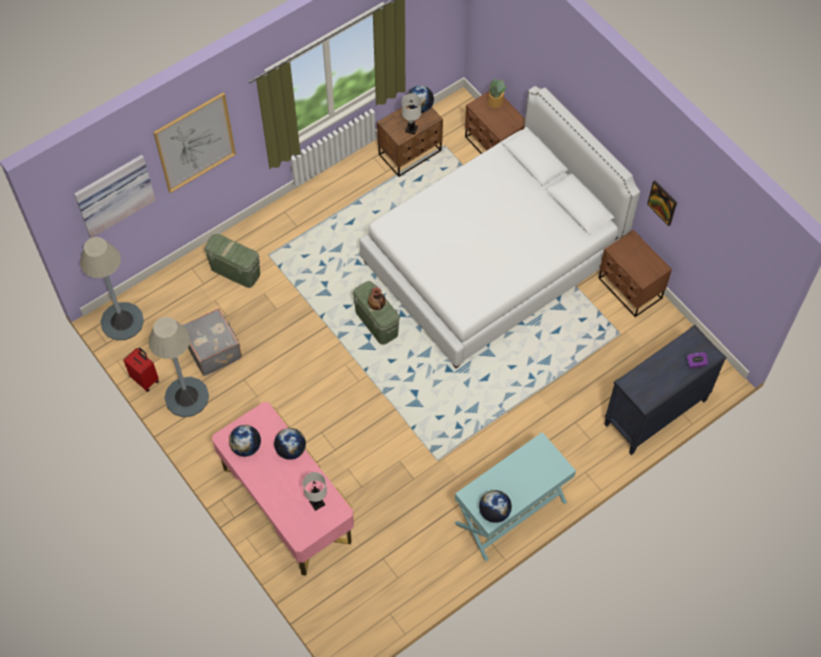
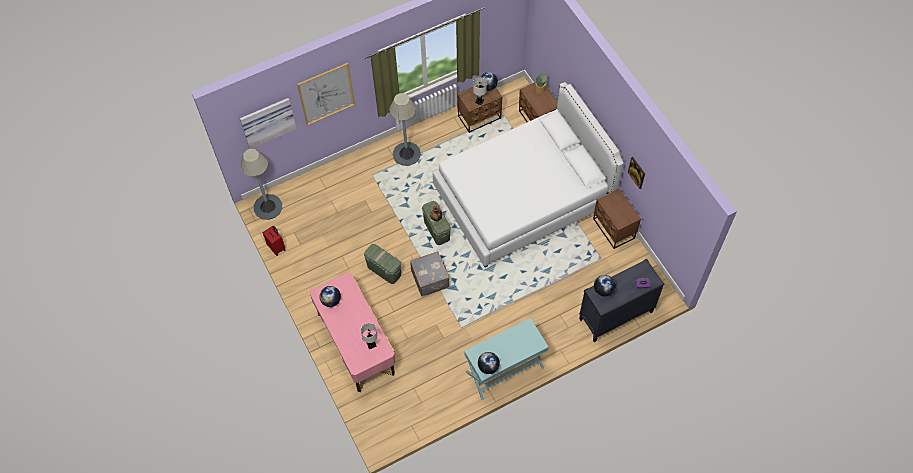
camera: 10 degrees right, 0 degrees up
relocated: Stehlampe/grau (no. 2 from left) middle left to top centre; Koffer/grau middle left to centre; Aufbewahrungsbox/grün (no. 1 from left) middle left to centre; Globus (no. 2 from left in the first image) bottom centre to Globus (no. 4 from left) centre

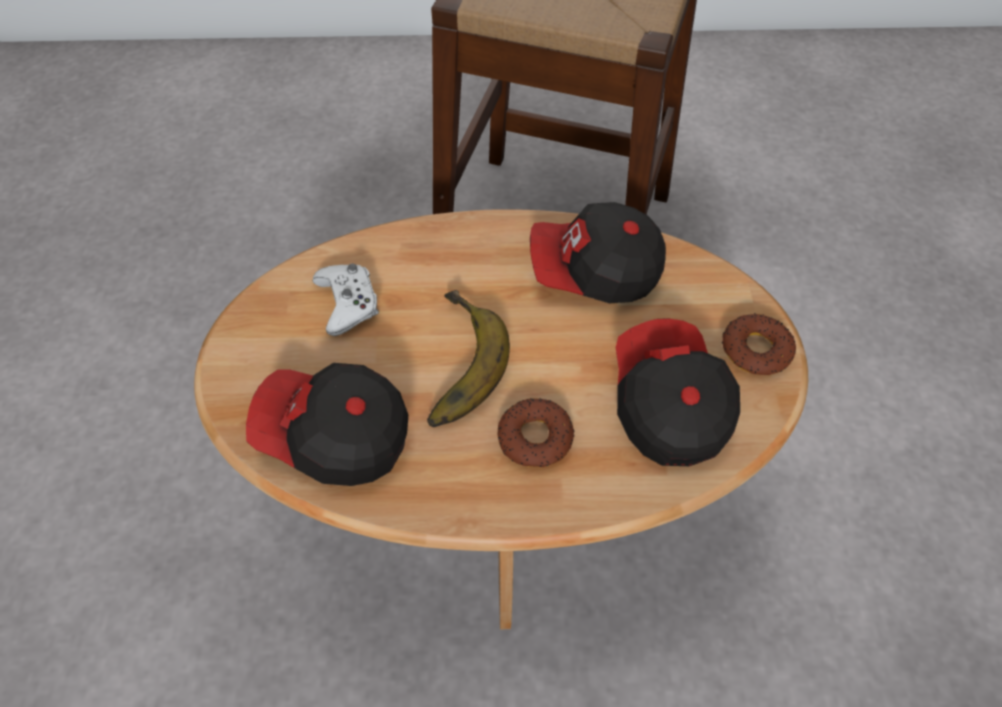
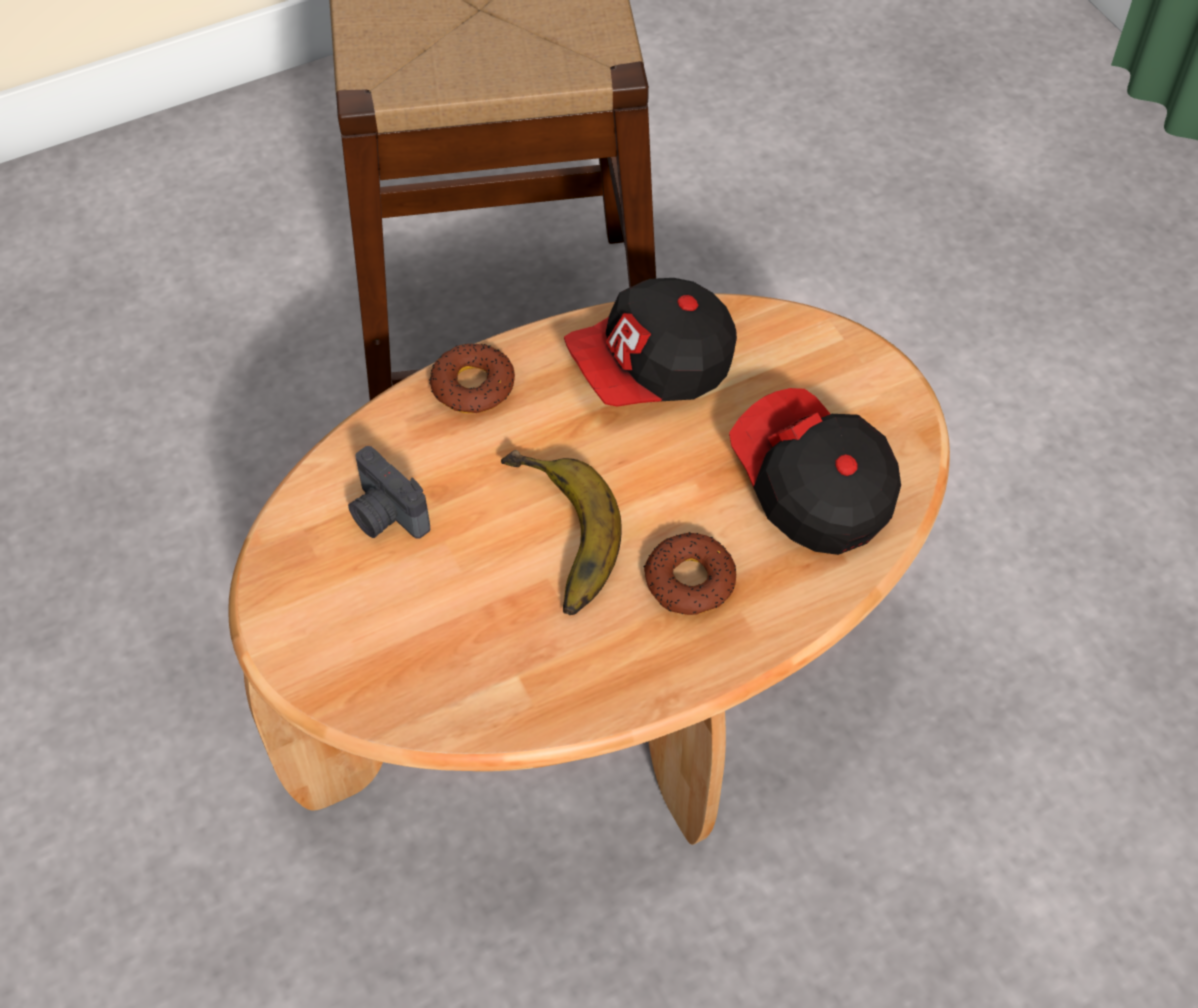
camera: 25 degrees left, 0 degrees up
missing: Kappe (no. 1 from left) middle left
relocated: Donut (no. 2 from left in the first image) middle right to Donut (no. 1 from left) centre
exchanged: Gamepad/weiß centre to Kamera middle left

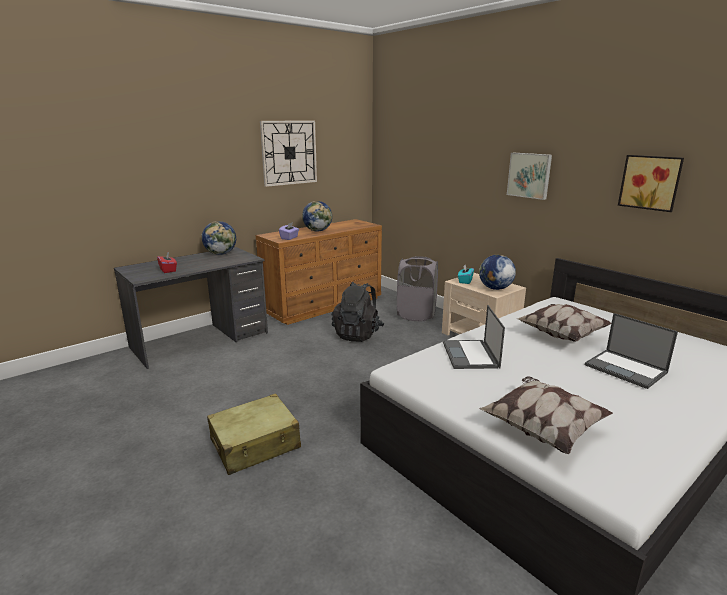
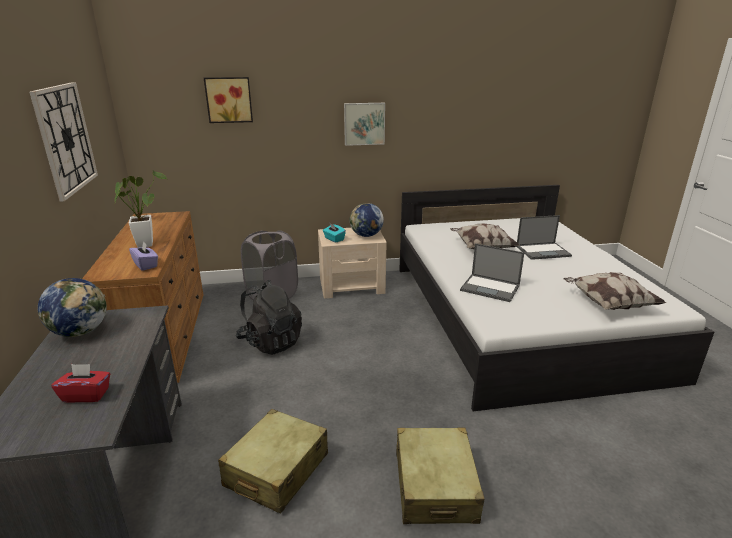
camera: 60 degrees left, 5 degrees up
appeared: Koffer/beige (no. 1 from left) bottom centre
relocated: Bild (no. 2 from left in the first image) top right to Bild (no. 1 from left) top left
exchanged: Globus (no. 2 from left) centre to Topfpflanze middle left

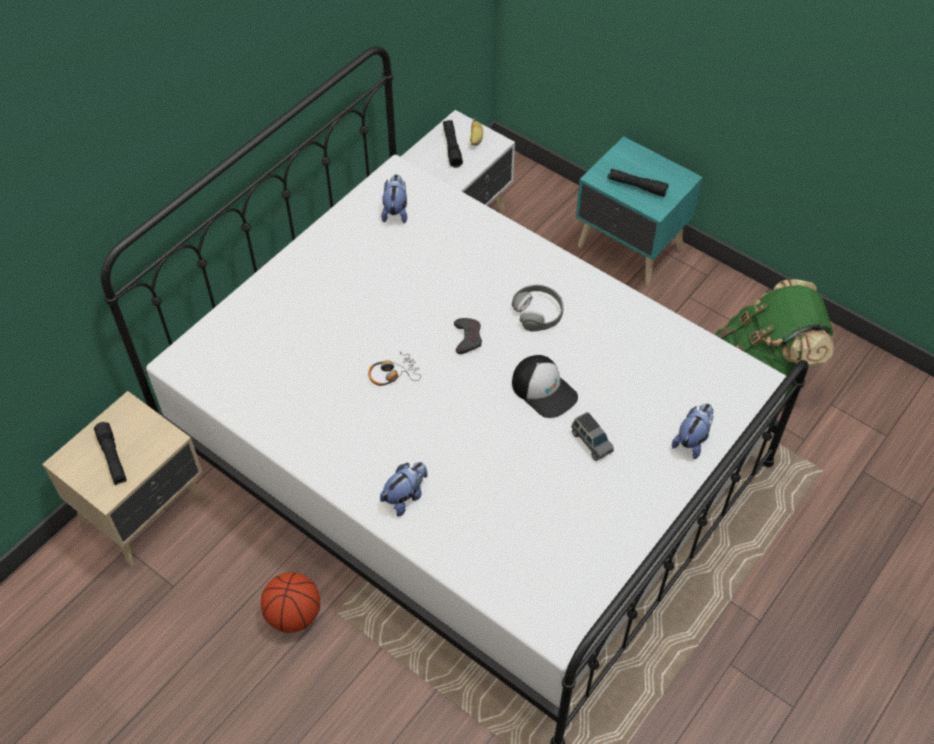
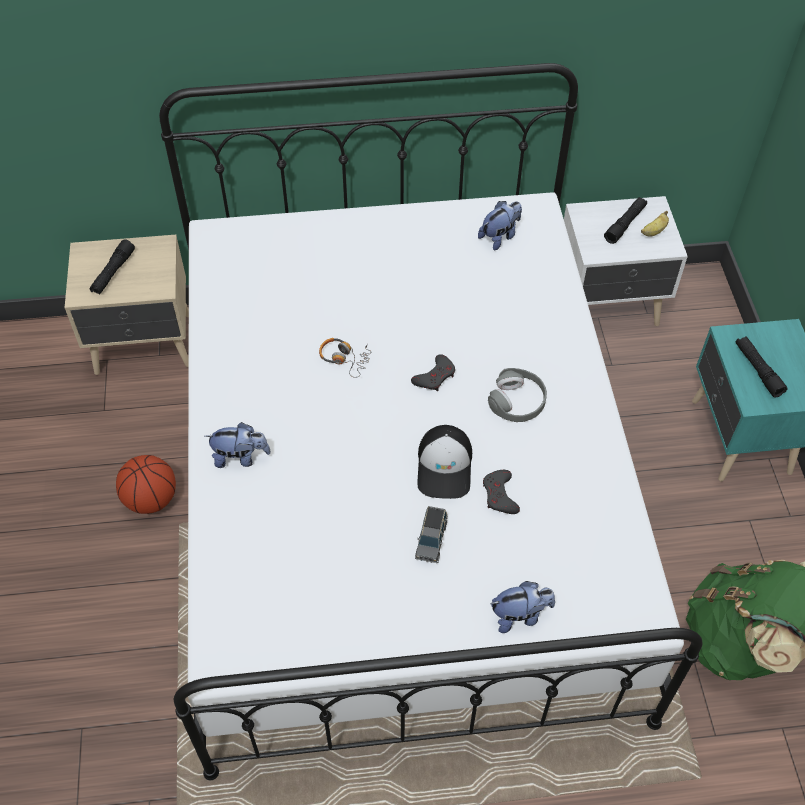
camera: 45 degrees right, 0 degrees up
appeared: Gamepad/grau (no. 2 from left) centre

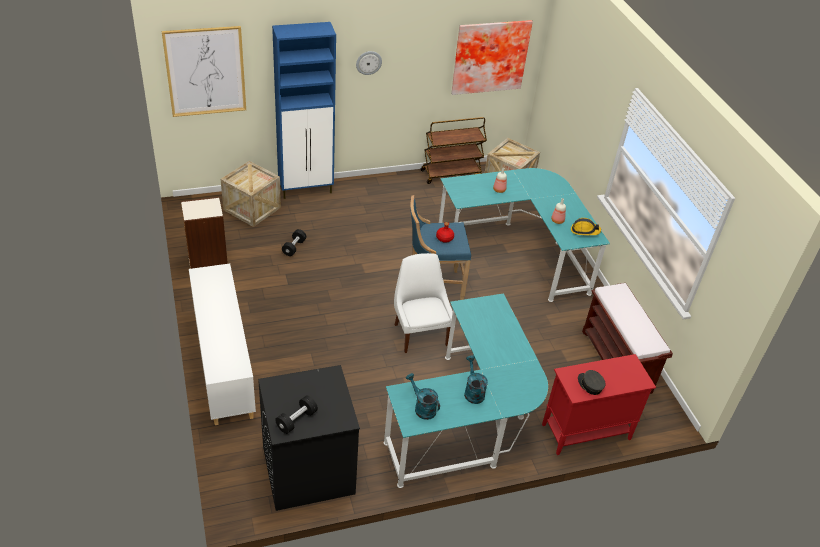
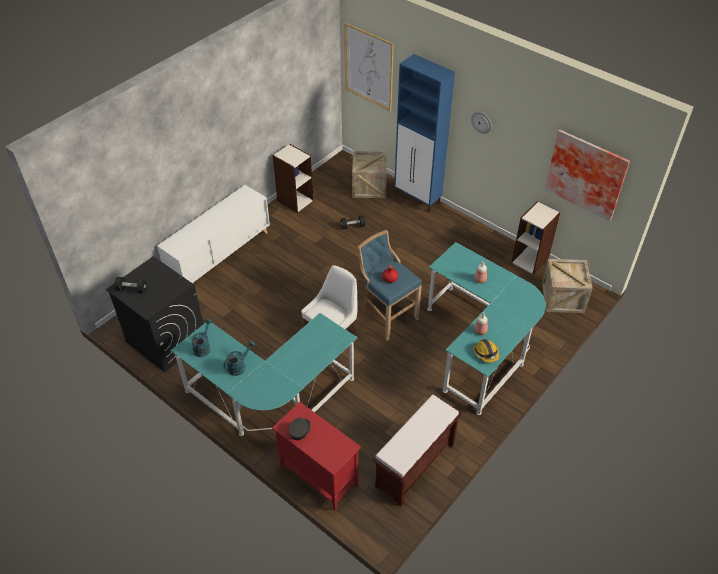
camera: 60 degrees right, 5 degrees up
exchanged: Rollwagen/braun top centre to Bücherregal (no. 2 from left) middle right

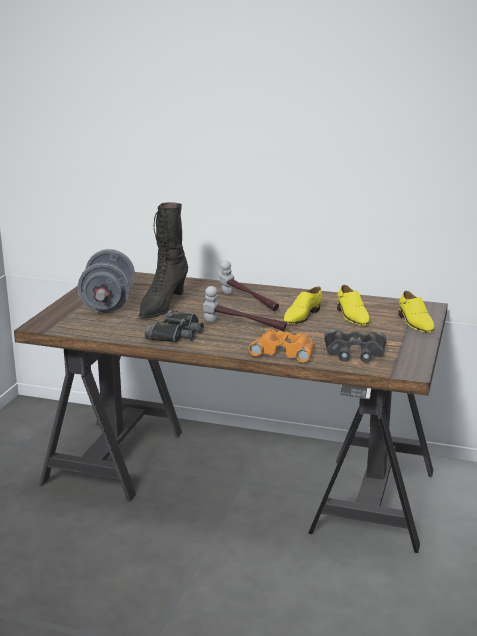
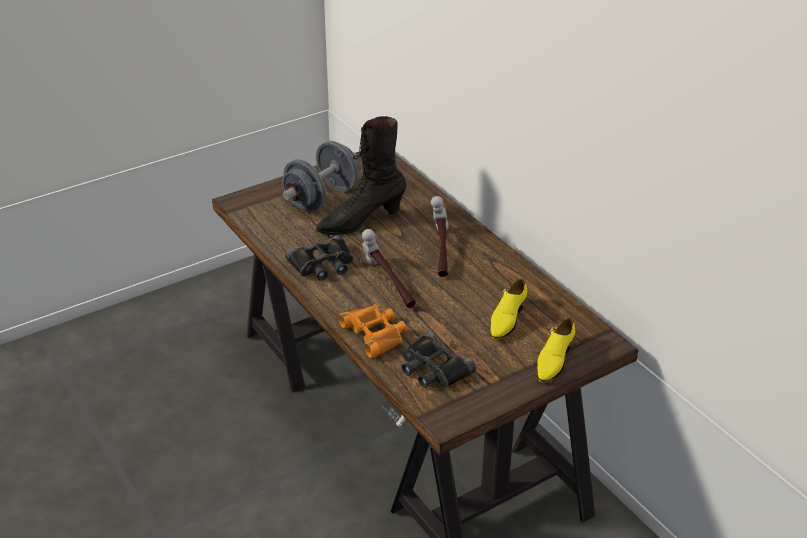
camera: 40 degrees right, 15 degrees up
missing: Schuh/gelb (no. 1 from left) centre

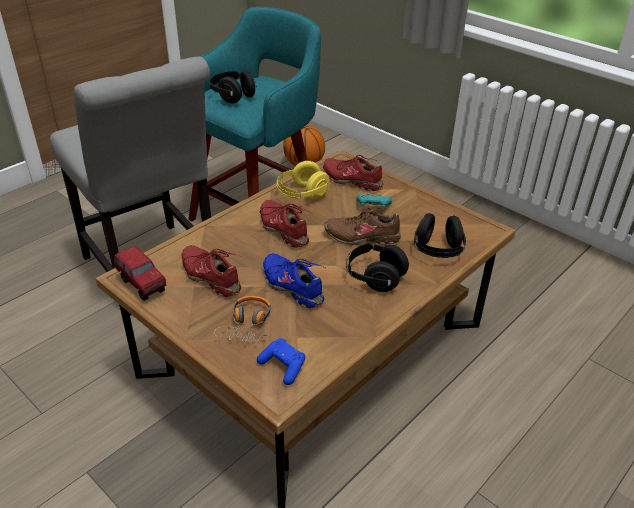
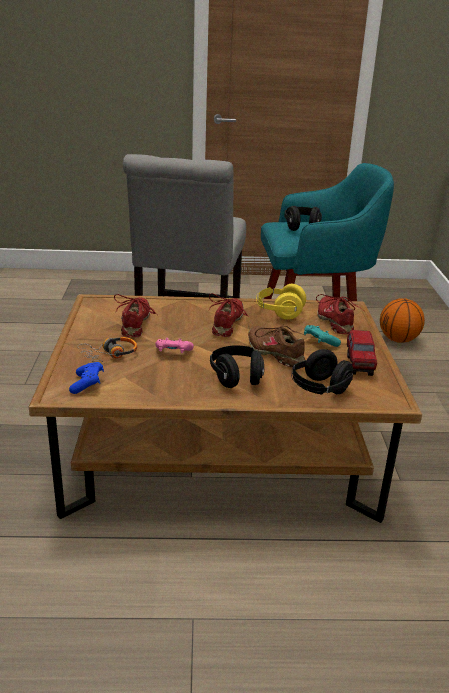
camera: 45 degrees right, 10 degrees down
relocated: Spielzeuglaster middle left to middle right
exchanged: Schuh/blau centre to Gamepad/rosa centre

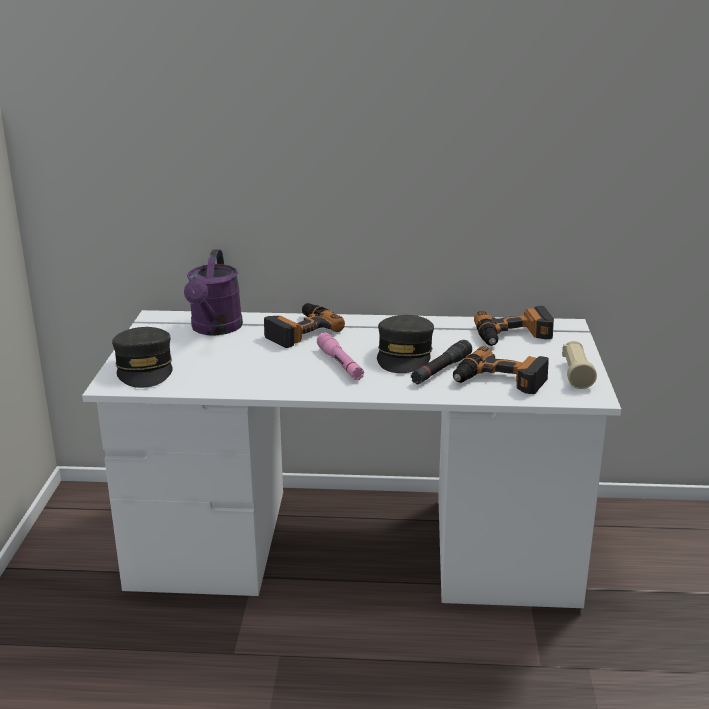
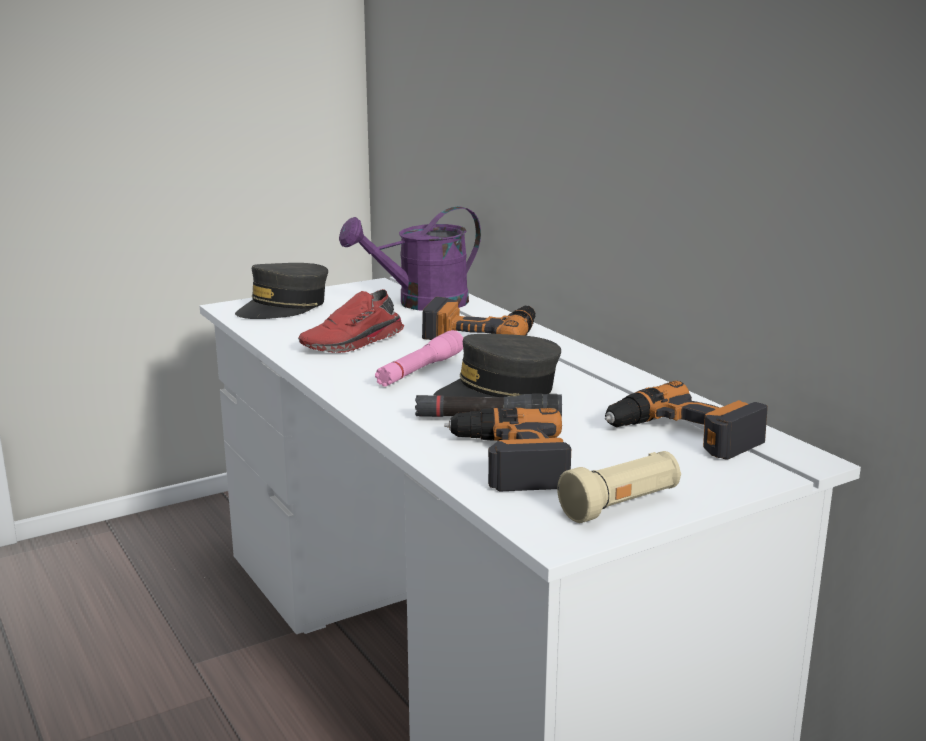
camera: 55 degrees right, 5 degrees down
appeared: Schuh/rot centre

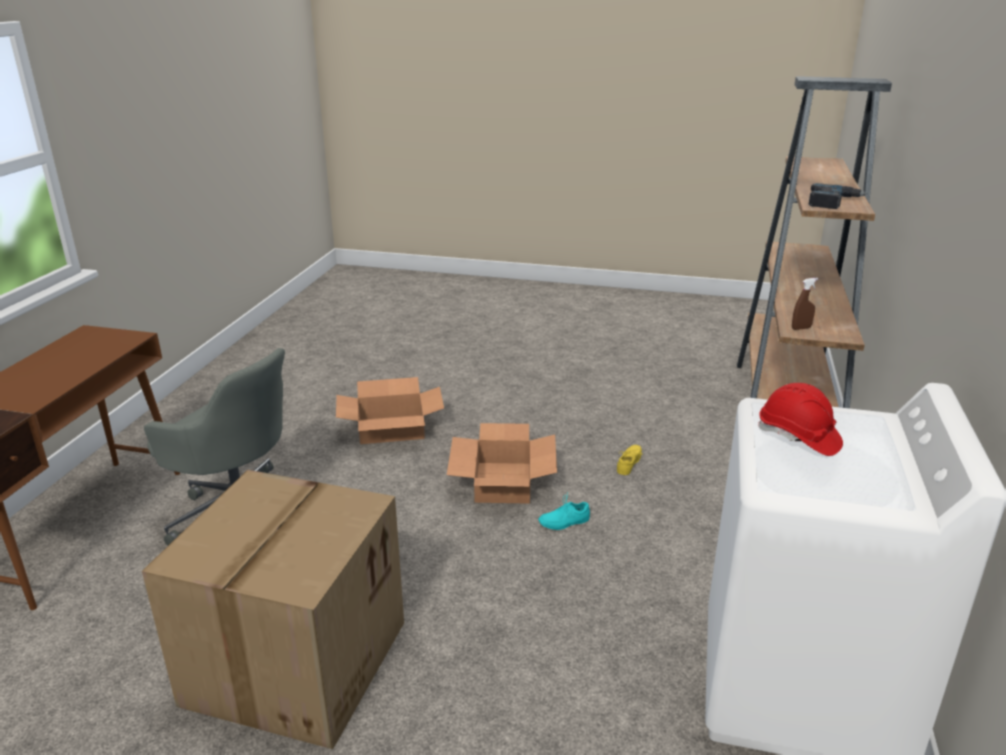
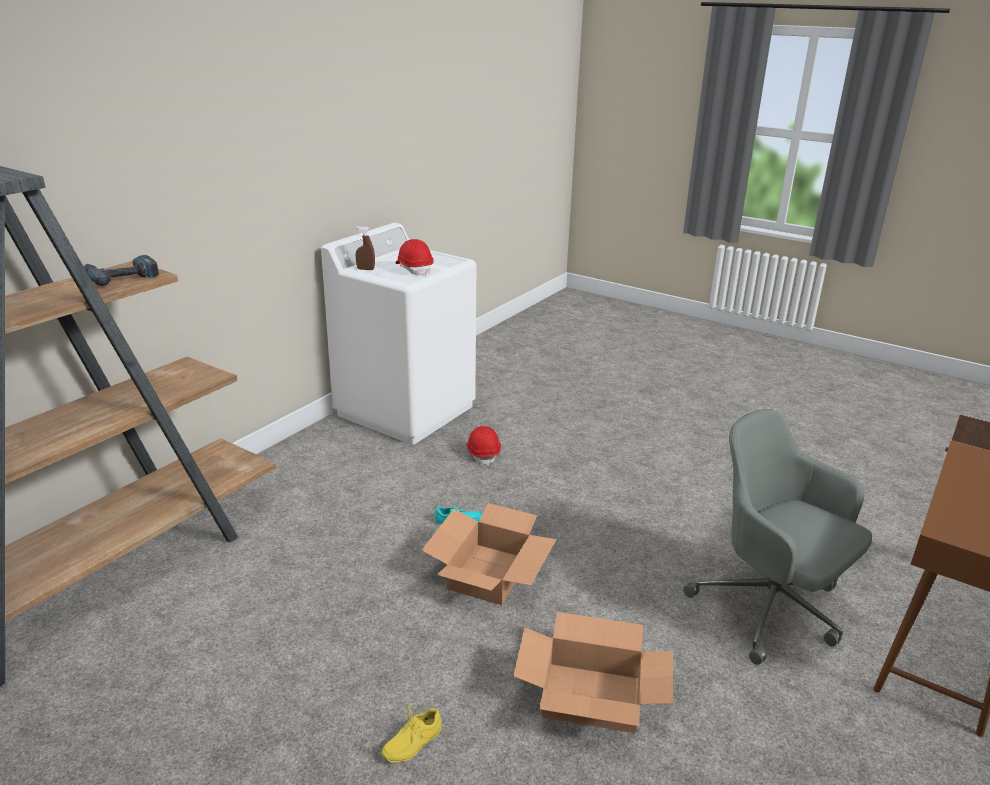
camera: 160 degrees left, 0 degrees up
missing: Karton (no. 1 from left) bottom left
appeared: Schutzhelm/rot (no. 2 from left) centre
relocated: Schuh/gelb centre to bottom centre; Sprühflasche/braun middle right to top centre

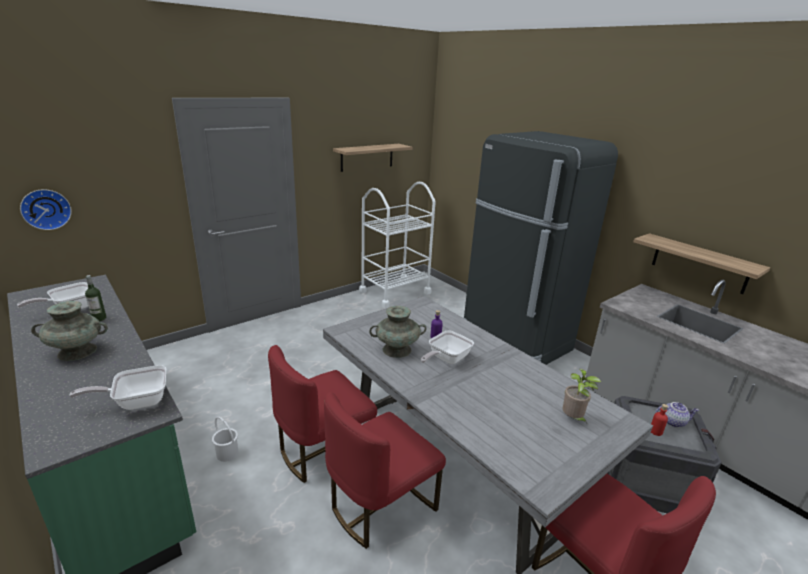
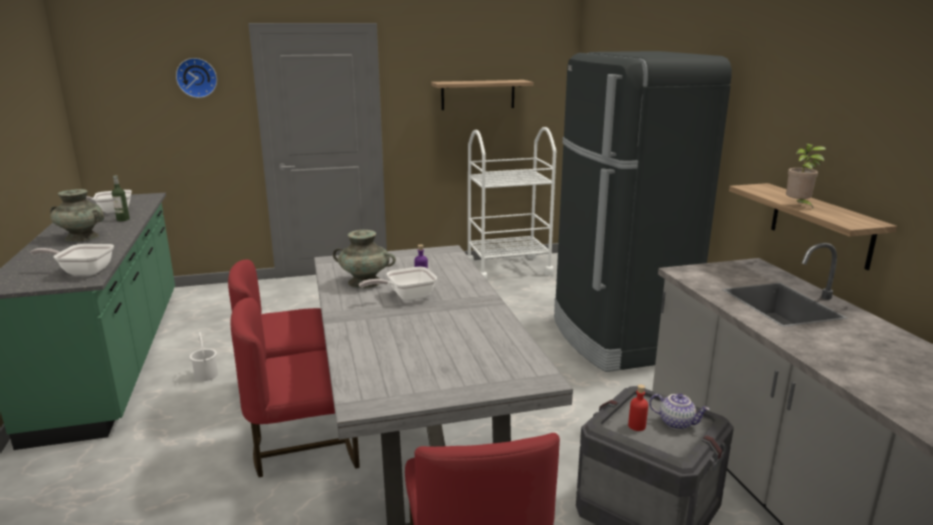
camera: 25 degrees right, 5 degrees down
relocated: Wanduhr middle left to top left; Topfpflanze bottom right to middle right

